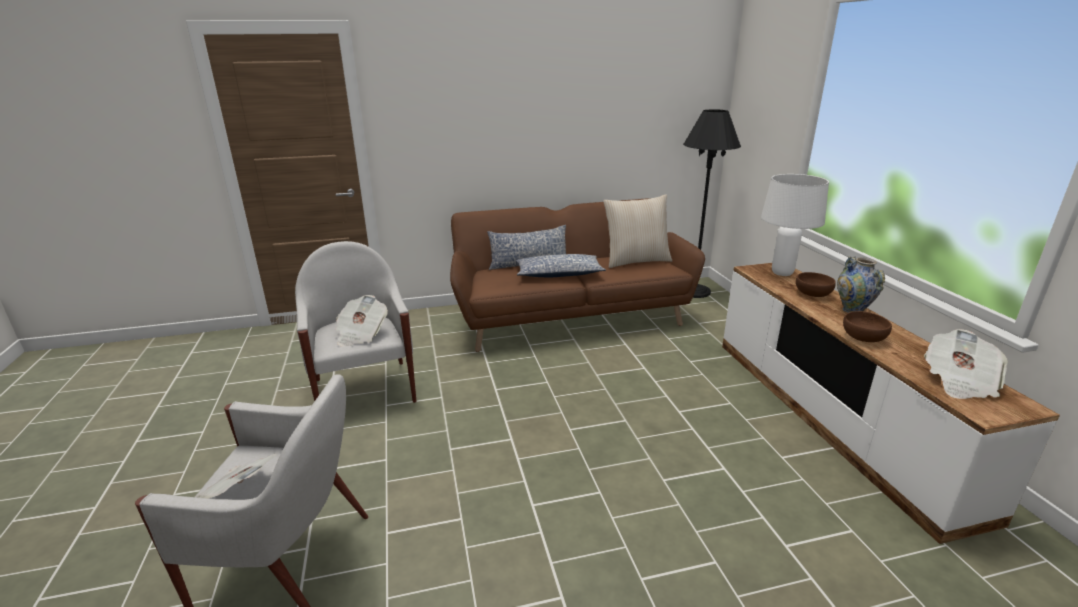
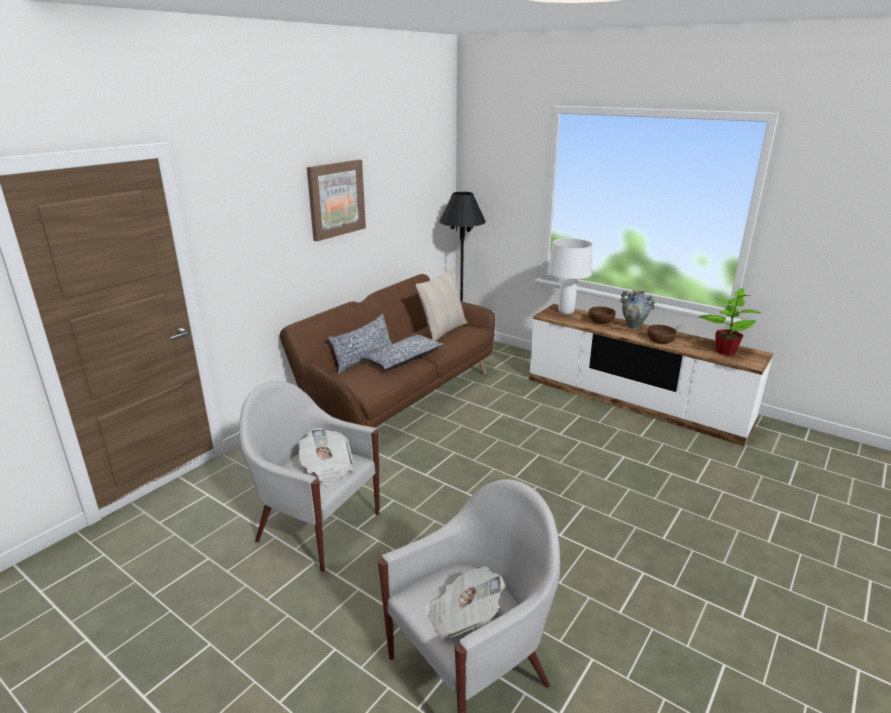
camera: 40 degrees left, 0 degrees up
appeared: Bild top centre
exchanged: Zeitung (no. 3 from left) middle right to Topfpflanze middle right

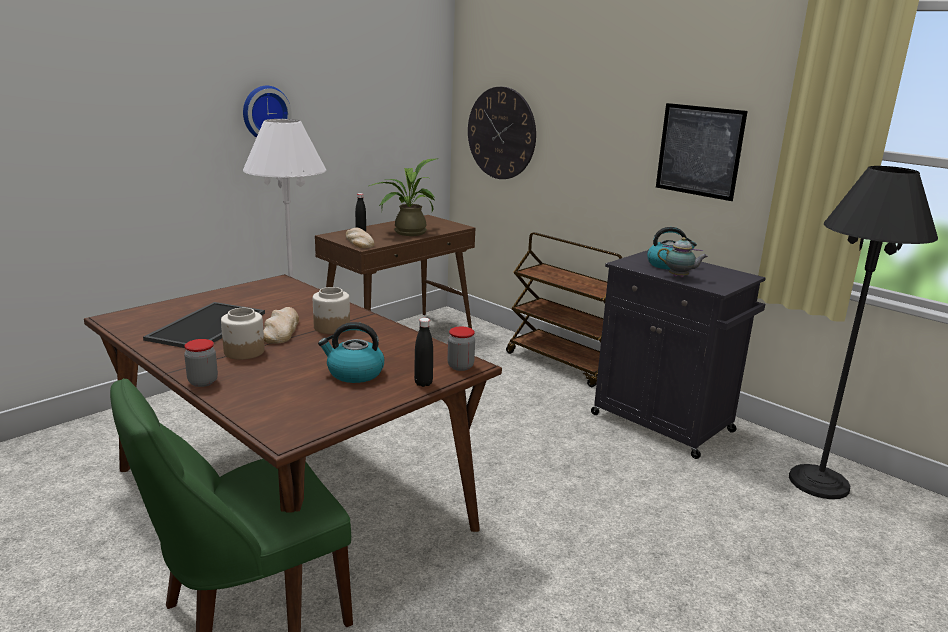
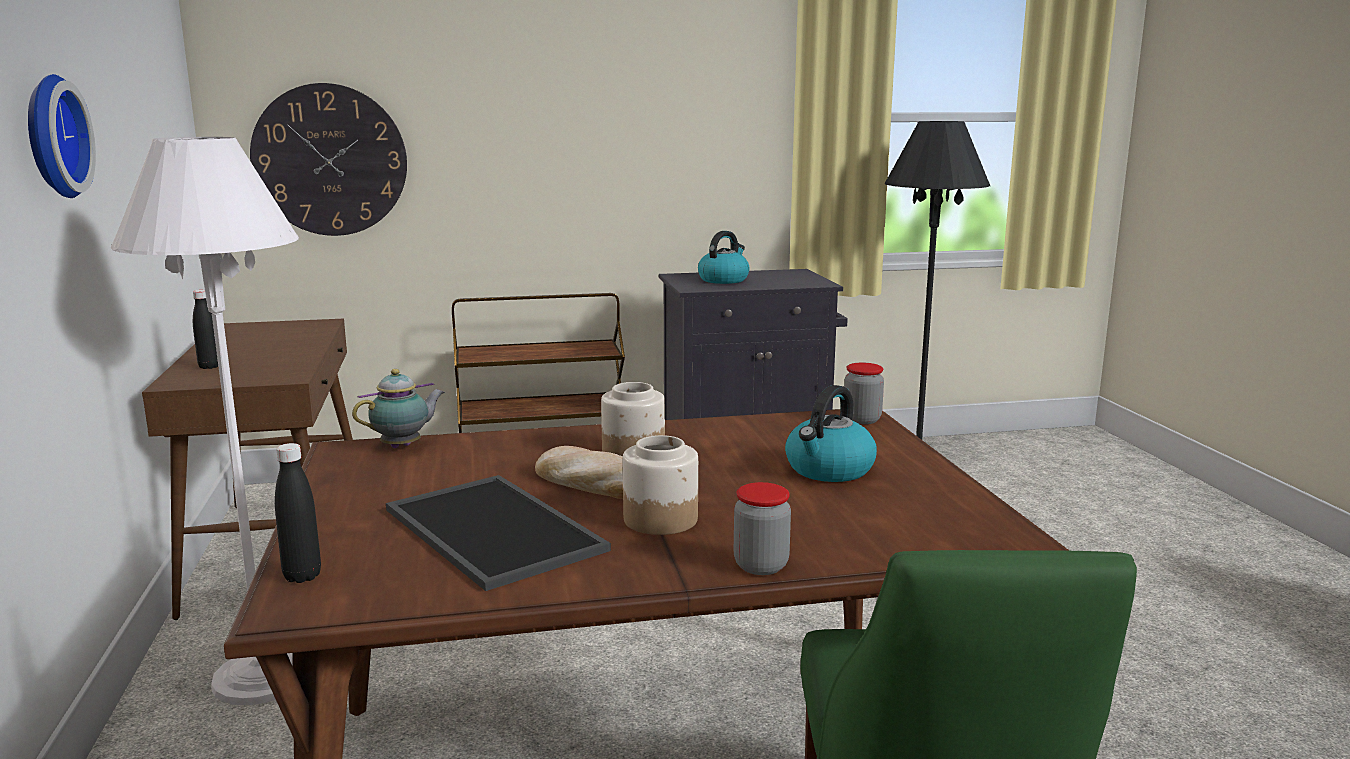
camera: 55 degrees left, 5 degrees down
missing: Brot (no. 2 from left) centre; Topfpflanze top centre; Bild top right
relocated: Flasche/schwarz (no. 2 from left) centre to bottom left; Teekanne middle right to middle left

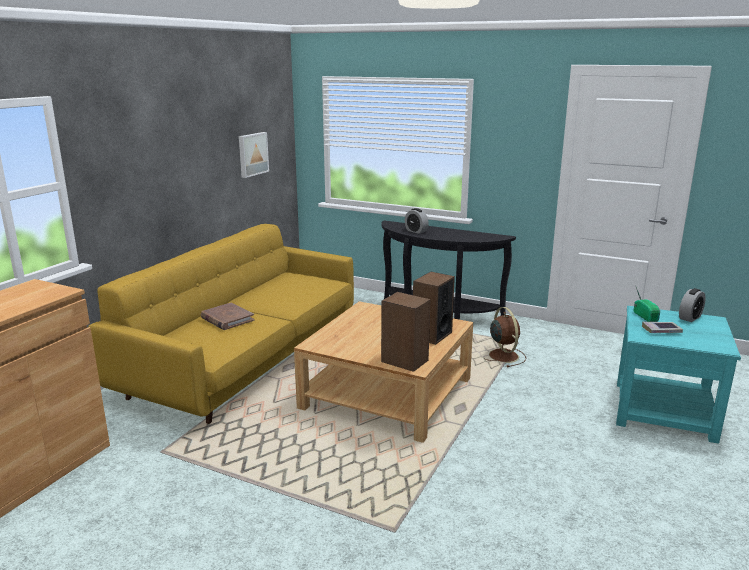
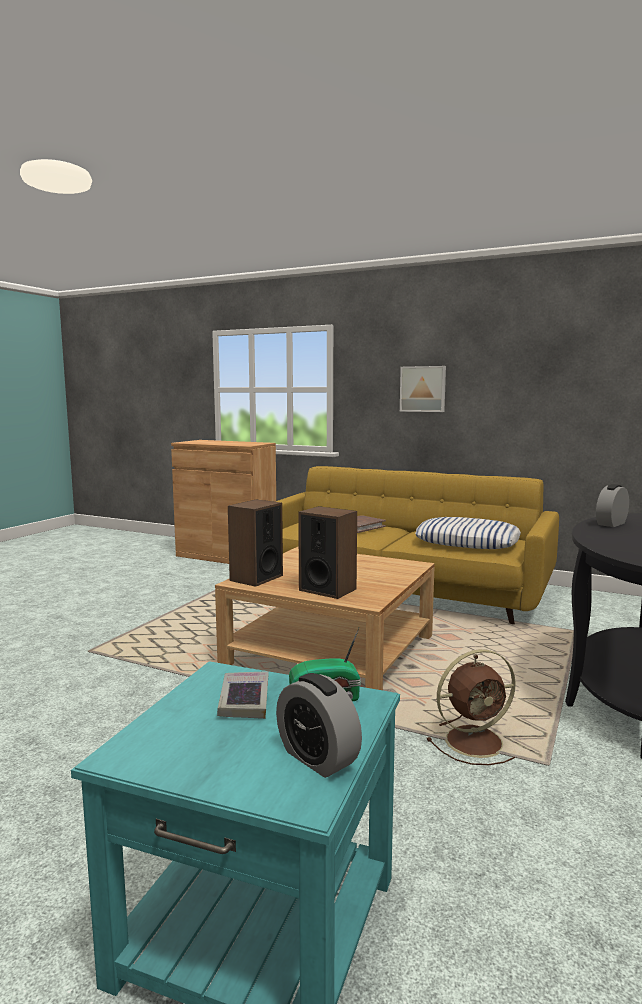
camera: 90 degrees right, 10 degrees down
appeared: Kissen middle right
relocated: Bild top centre to centre

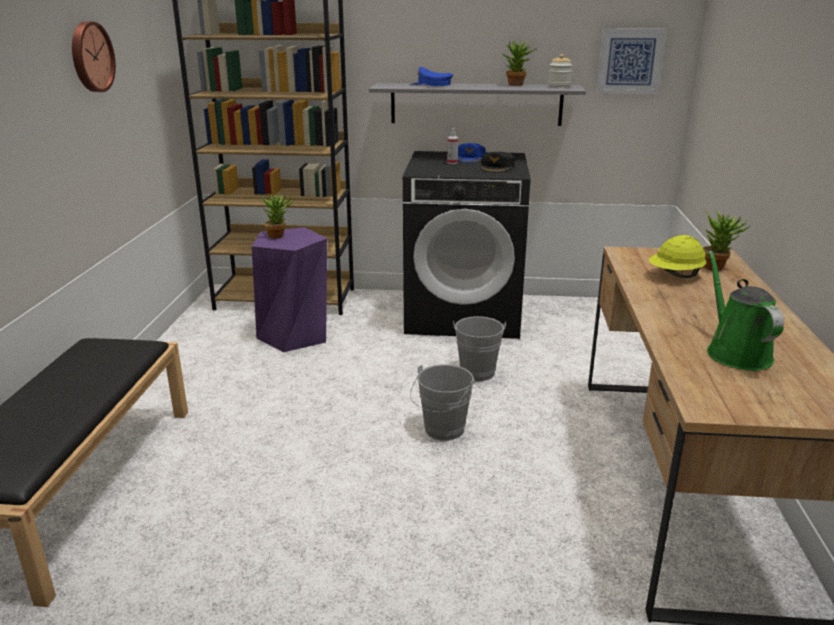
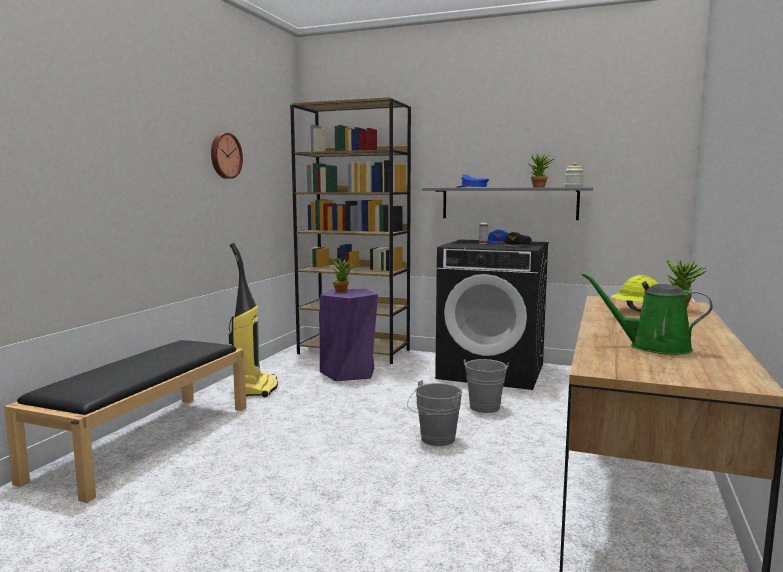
camera: 15 degrees right, 15 degrees down
missing: Bild top right
appeared: Staubsauger middle left
spun: Gießkanne/grün middle right = middle right 75 degrees counterclockwise

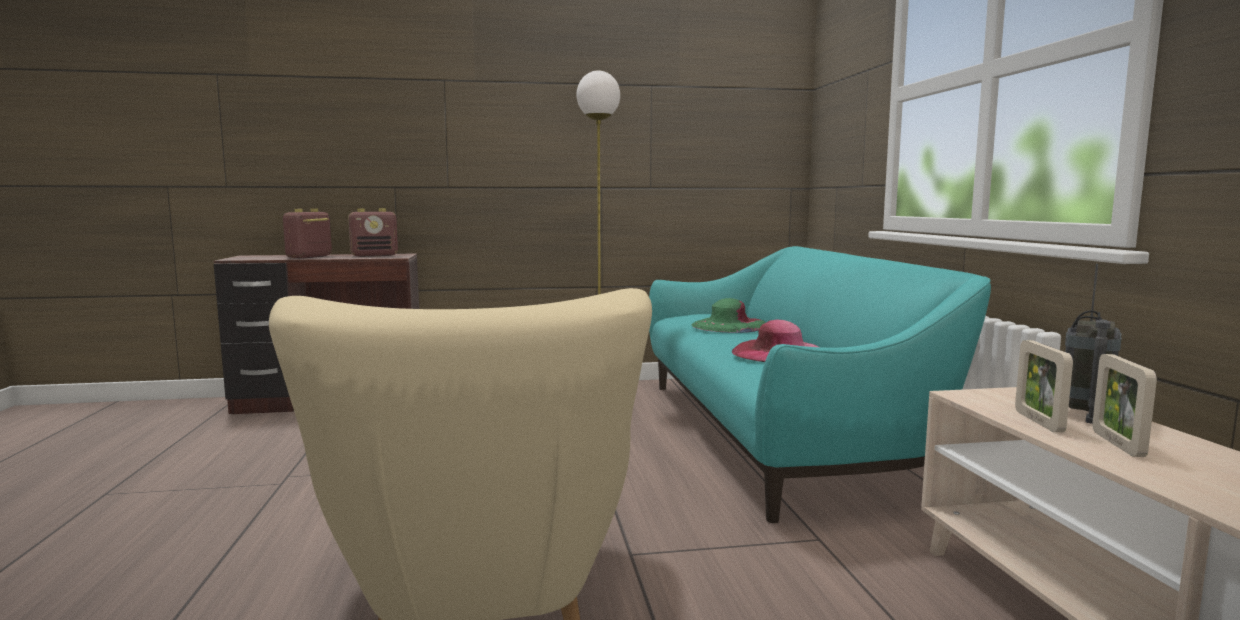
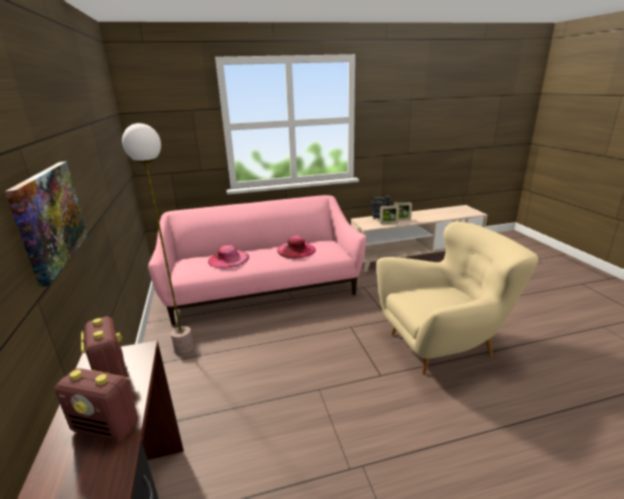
camera: 95 degrees left, 15 degrees up
appeared: Bild middle left
colour: Sofa/türkis centre to Sofa/rosa centre; Hut/grün centre to Hut/rosa (no. 1 from left) centre

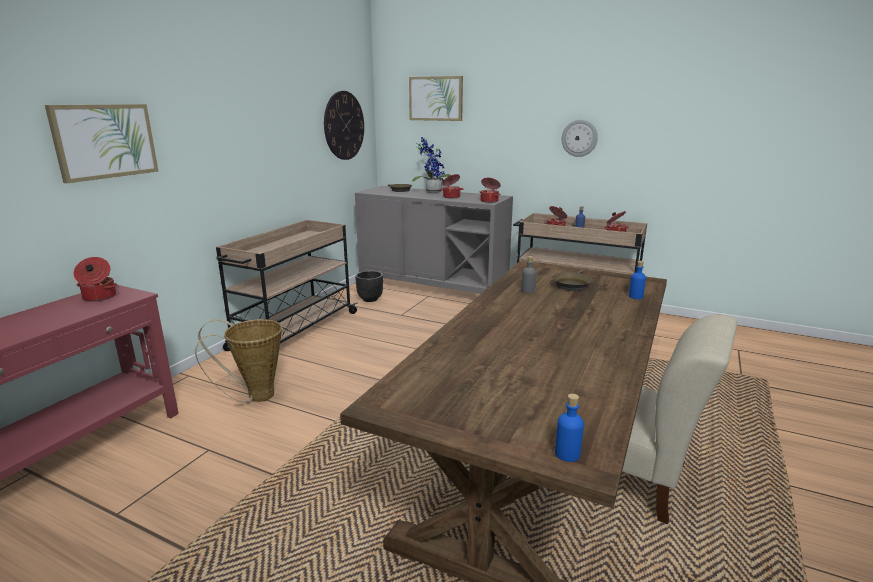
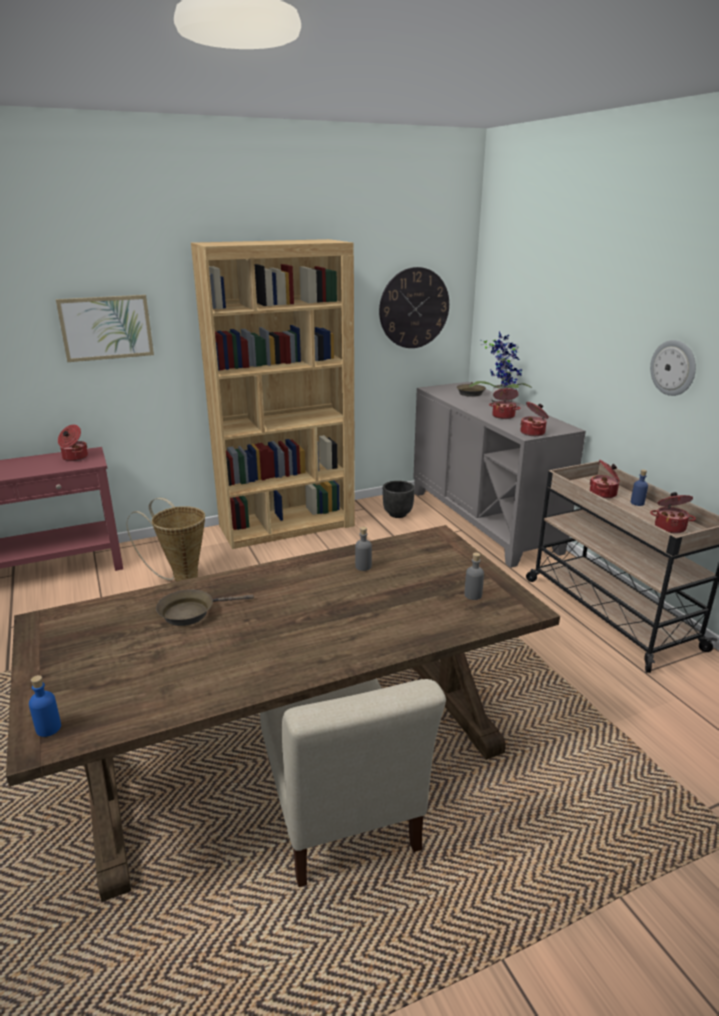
camera: 40 degrees right, 5 degrees up
missing: Bild (no. 2 from left) top centre; Flasche/blau (no. 3 from left) middle right
appeared: Flasche/grau (no. 2 from left) centre
relocated: Pfanne/braun (no. 2 from left in the first image) centre to Pfanne/braun (no. 1 from left) middle left
exchanged: Rollwagen/beige (no. 1 from left) middle left to Bücherregal/braun centre

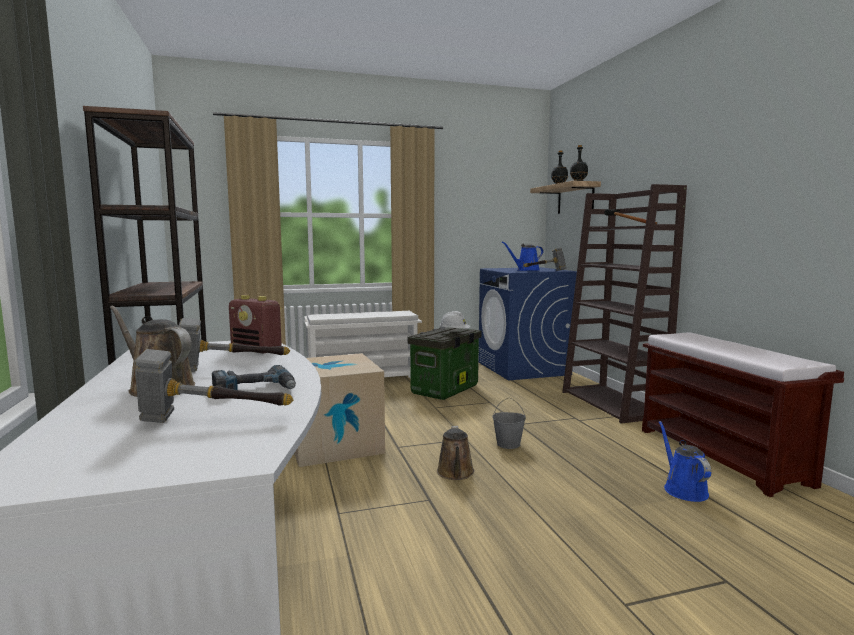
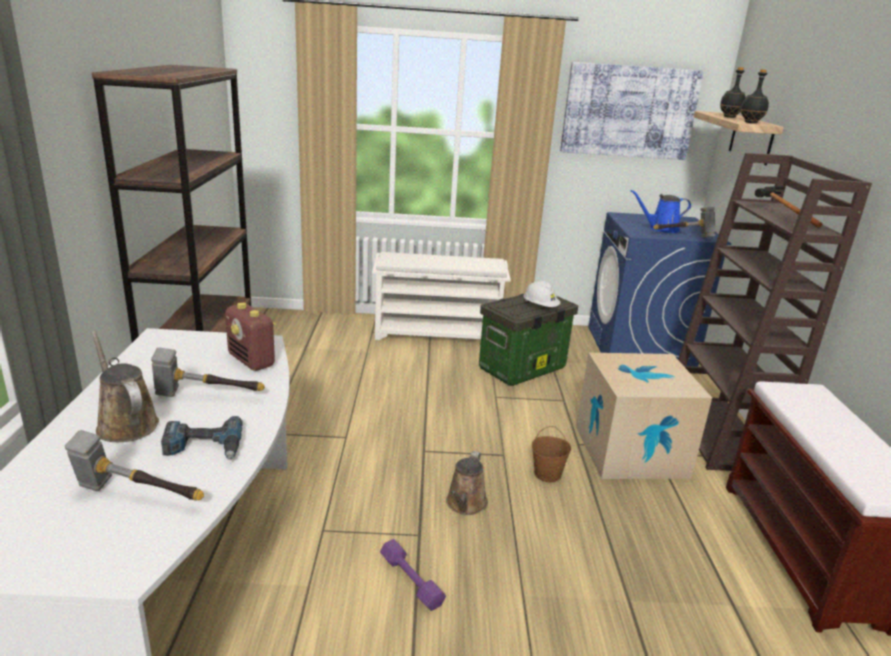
camera: 15 degrees right, 15 degrees up
missing: Gießkanne/blau (no. 2 from left) bottom right
appeared: Hantel/lila bottom centre; Bild top right
relocated: Karton centre to middle right
colour: Eimer/grau centre to Eimer/braun bottom centre

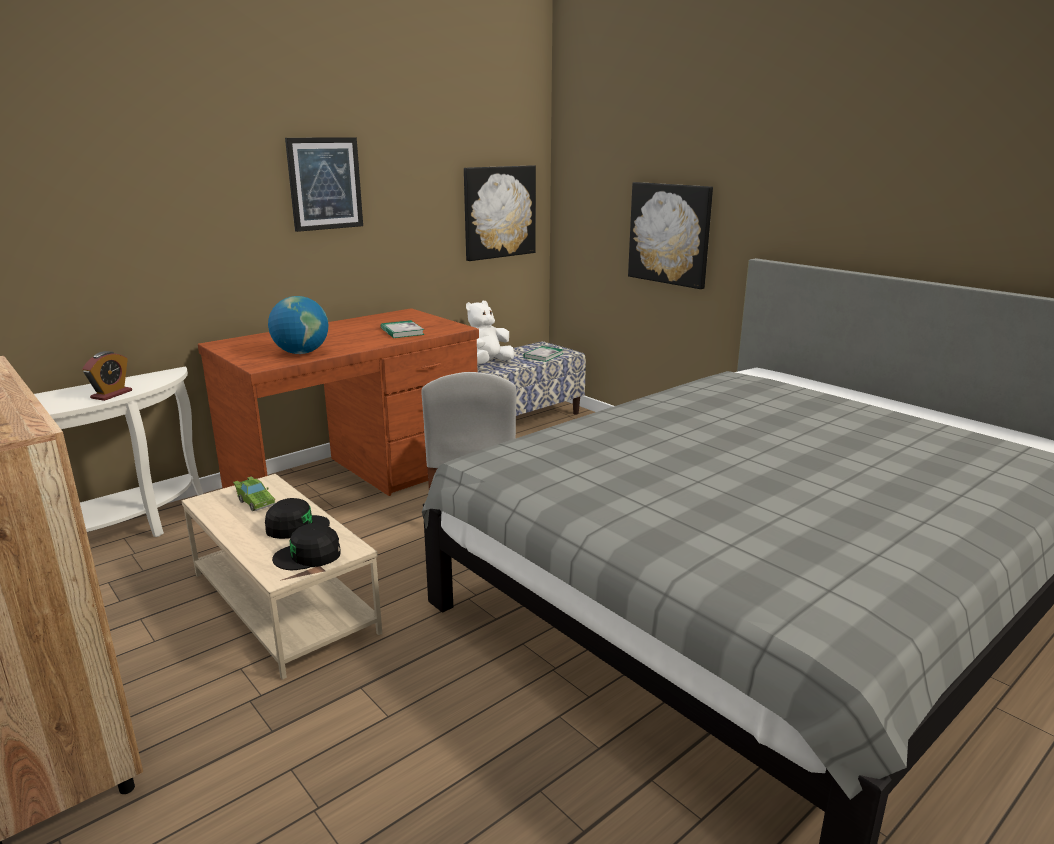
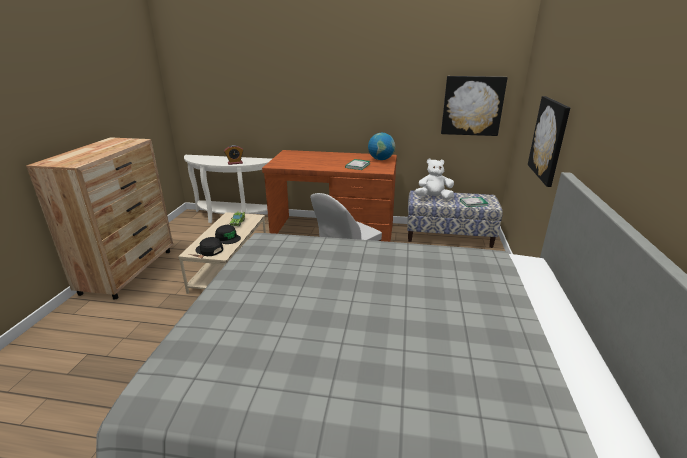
camera: 50 degrees right, 5 degrees up
missing: Bild (no. 1 from left) top left
relocated: Globus middle left to top centre

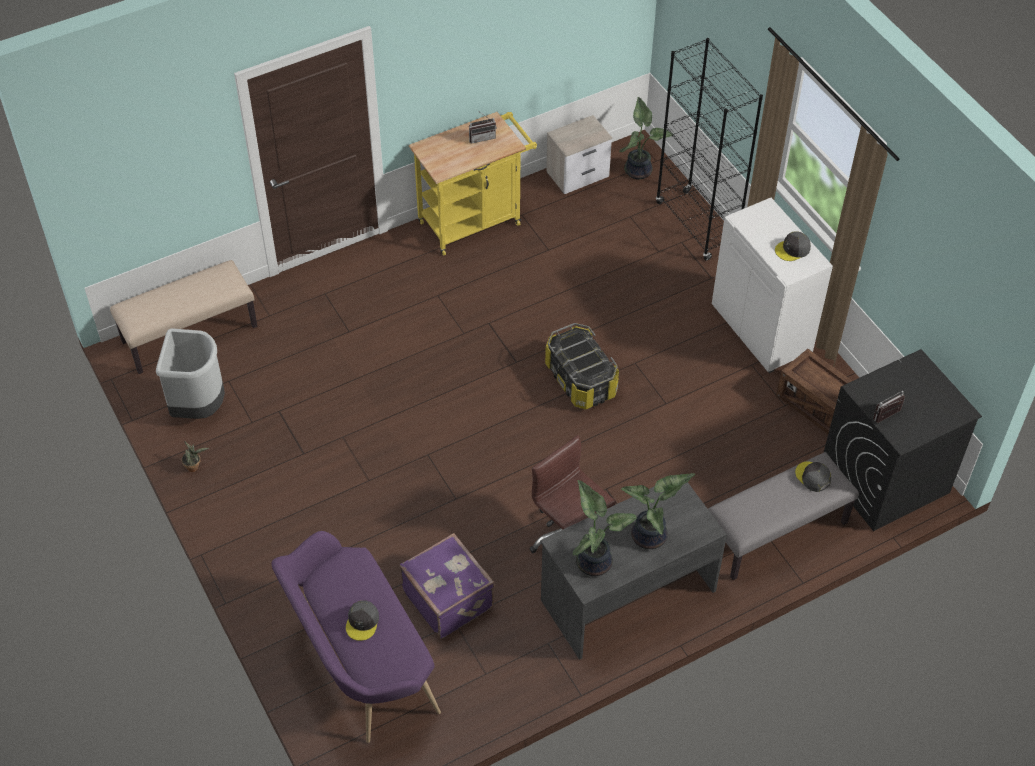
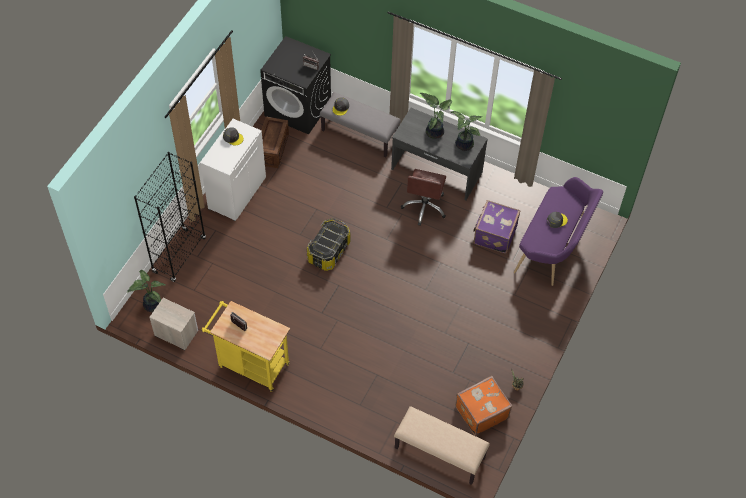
camera: 125 degrees left, 5 degrees up
exchanged: Mülleimer/grau middle left to Koffer/orange bottom centre

